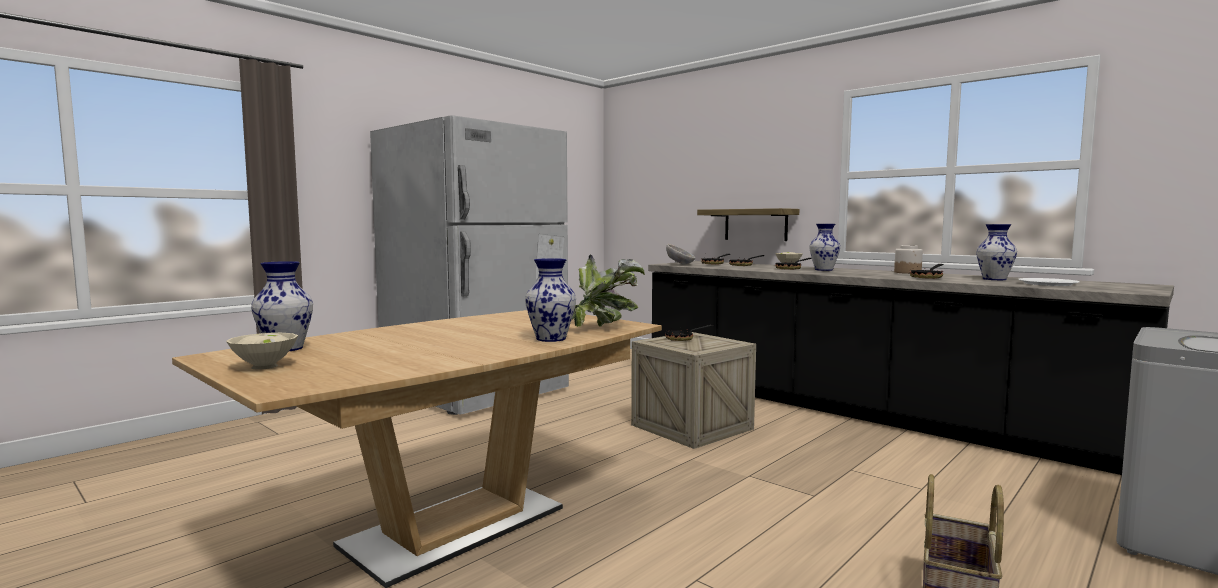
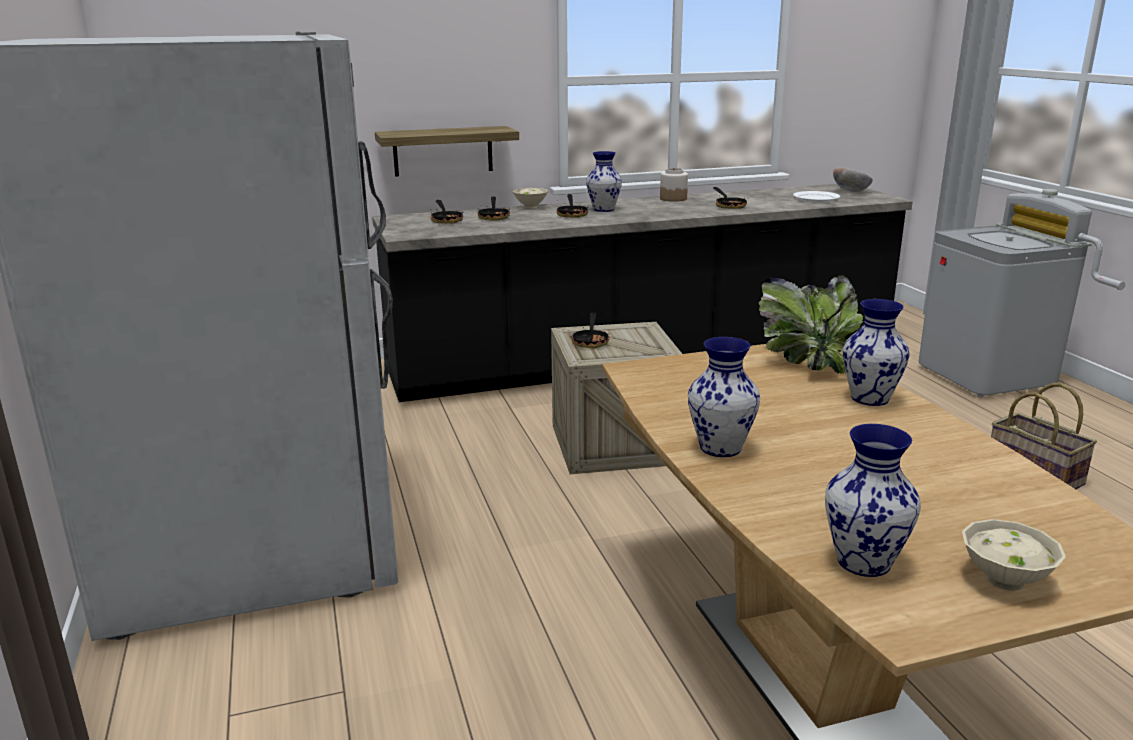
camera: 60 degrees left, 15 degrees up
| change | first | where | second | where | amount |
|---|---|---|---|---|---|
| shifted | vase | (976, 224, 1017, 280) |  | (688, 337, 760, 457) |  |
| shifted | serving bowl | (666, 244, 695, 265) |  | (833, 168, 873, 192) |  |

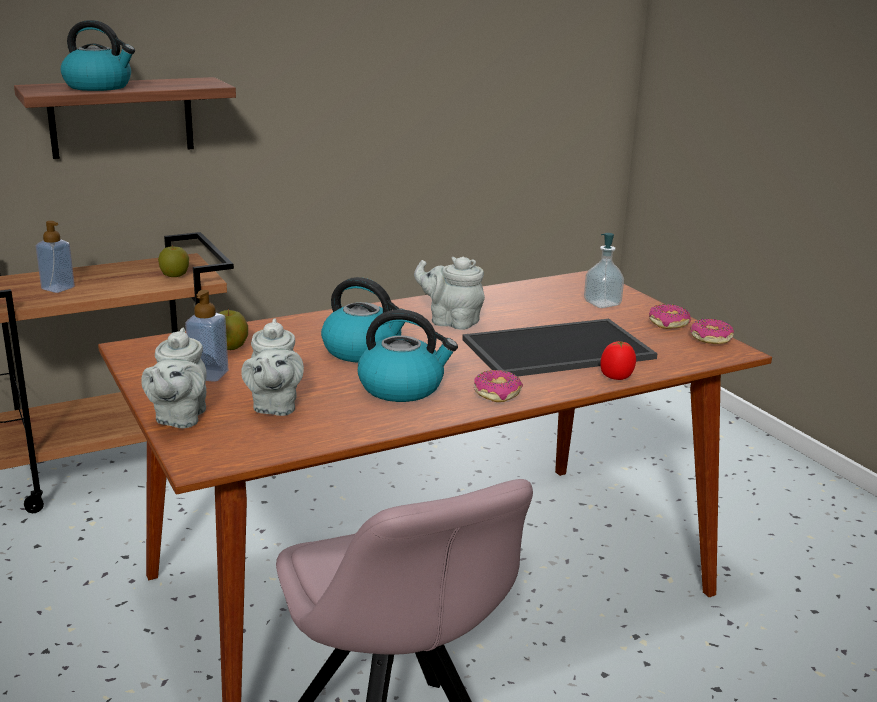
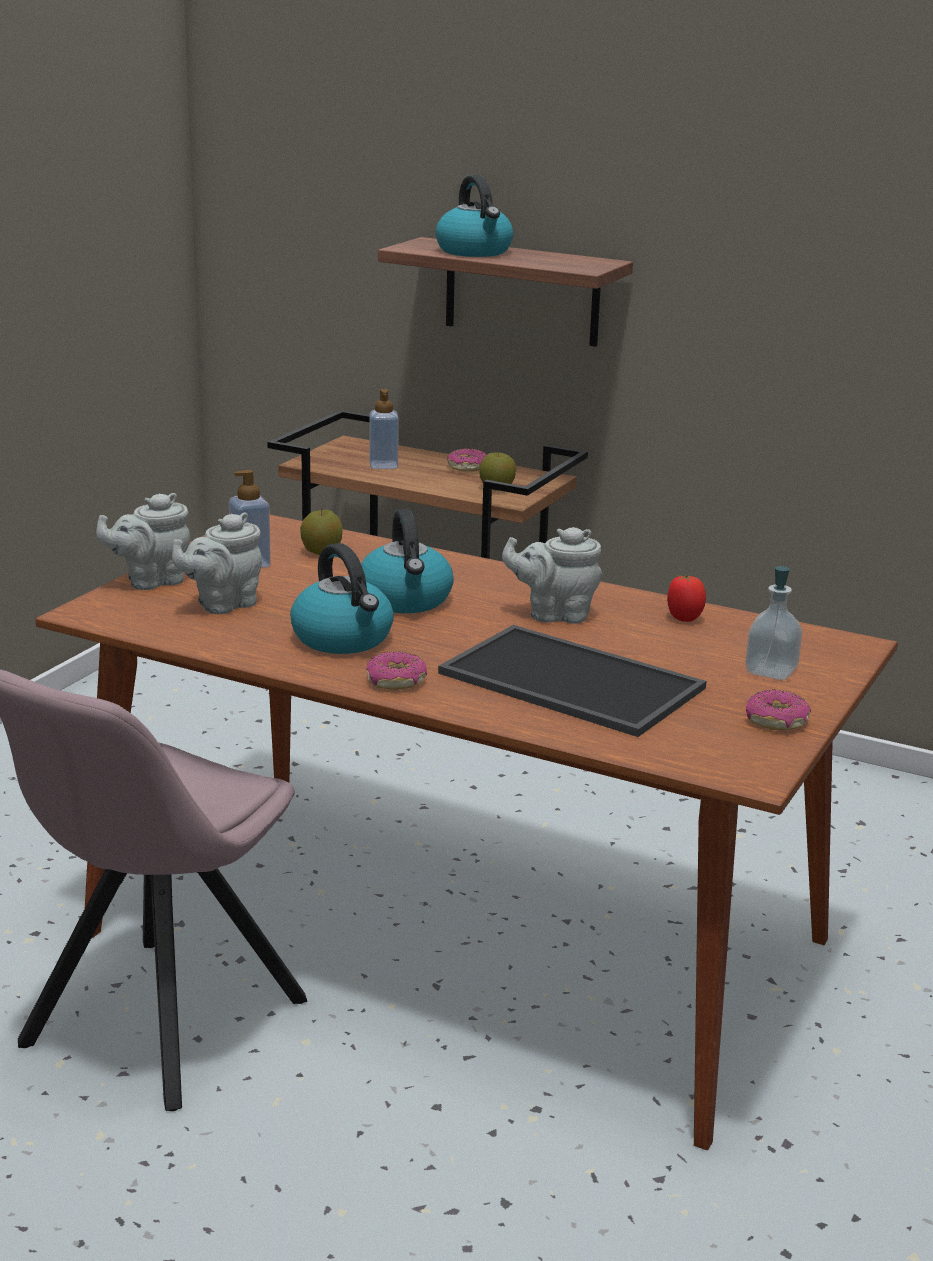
camera: 55 degrees right, 0 degrees up
| change | first | where | second | where | amount |
|---|---|---|---|---|---|
| rotated | gray pot for tea | (414, 257, 485, 330) |  | (502, 527, 602, 624) | 75 degrees counterclockwise |
| shifted | doughnut | (690, 319, 734, 344) |  | (446, 448, 487, 472) |  |
| shifted | whole tomato | (600, 341, 636, 380) |  | (667, 575, 706, 622) |  |

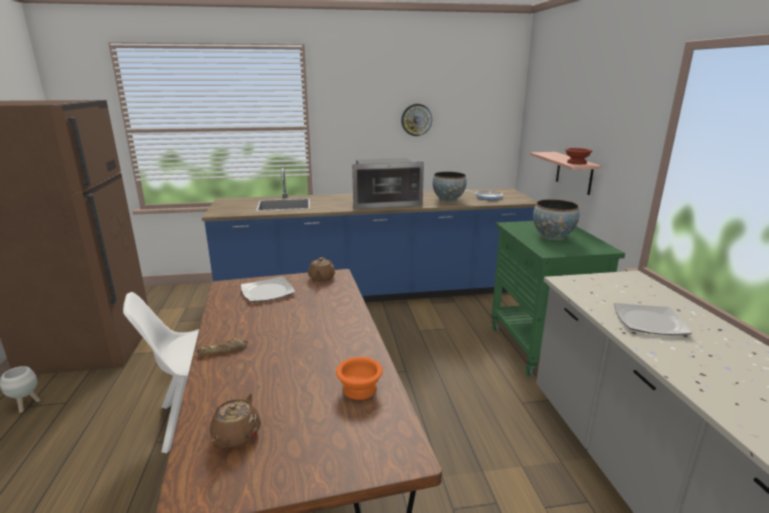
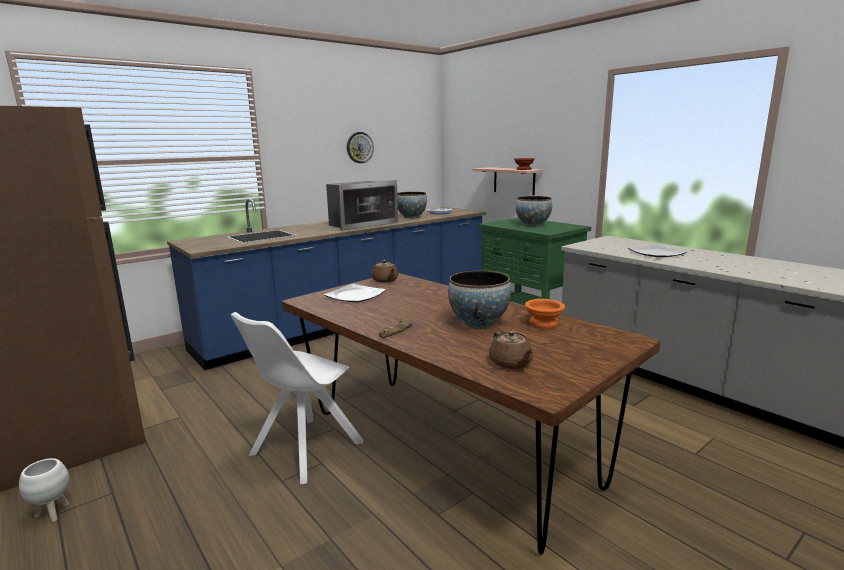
camera: 30 degrees left, 5 degrees down
| change | first | where | second | where | amount |
|---|---|---|---|---|---|
| new |  |  | serving bowl | (448, 271, 511, 329) |  |

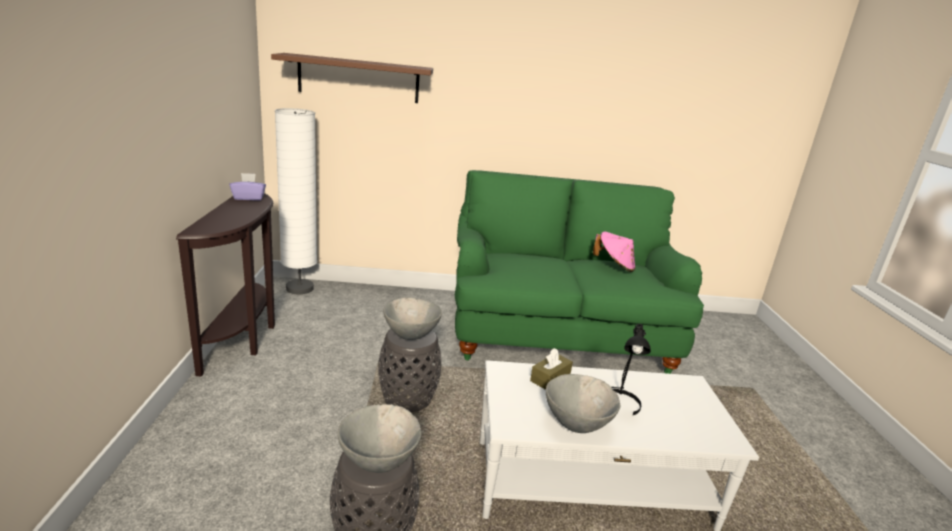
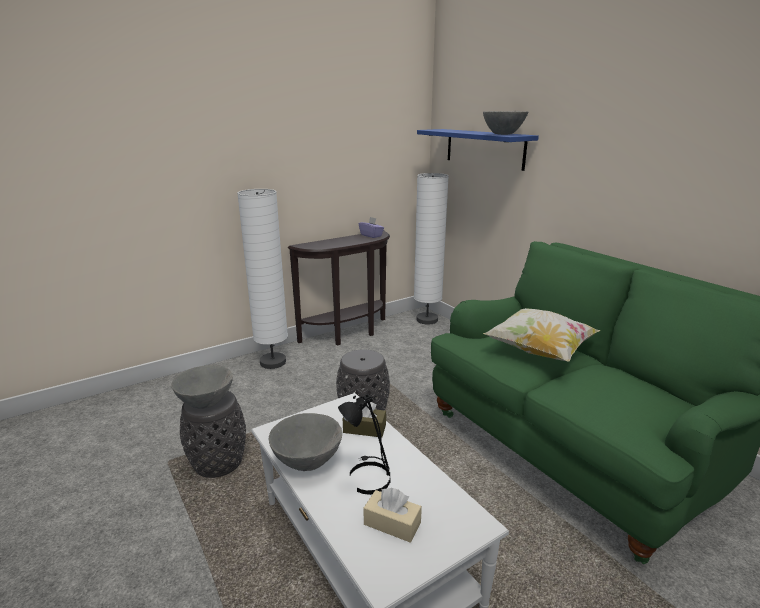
camera: 60 degrees right, 0 degrees up
| change | first | where | second | where | amount |
|---|---|---|---|---|---|
| repainted | brown-coloured wall shelf | (271, 53, 433, 103) | blue wall shelf | (417, 129, 539, 171) |  |
| gone | pink-coloured clothing hat | (593, 231, 635, 272) |  |  |  |
| shifted | gray serving bowl | (383, 297, 442, 340) |  | (483, 111, 529, 135) |  |
| new |  |  | white floor lamp | (237, 189, 288, 369) |  |
| new |  |  | pillow | (483, 308, 600, 361) |  |
| new |  |  | beige-coloured tissue box | (363, 488, 422, 543) |  |

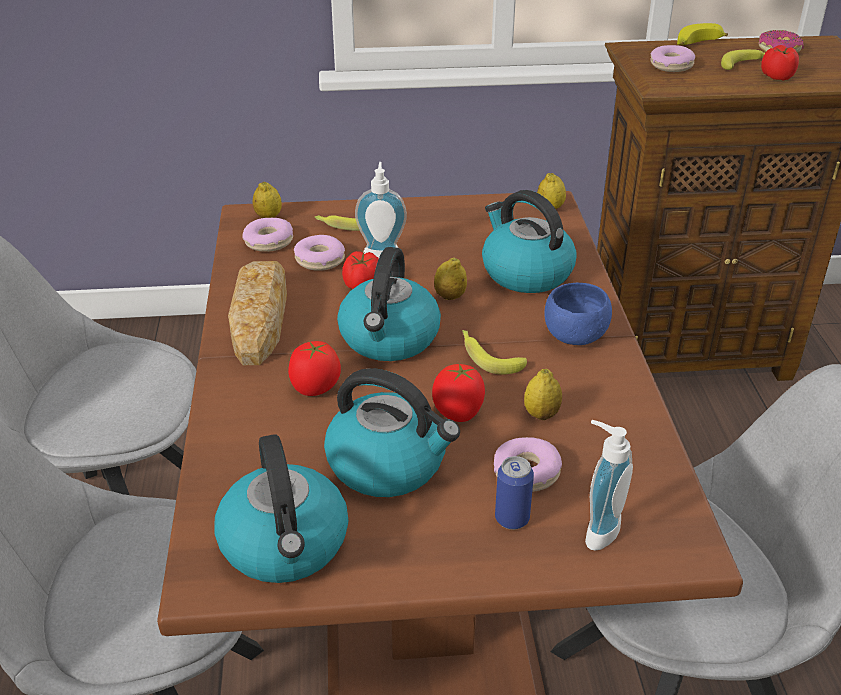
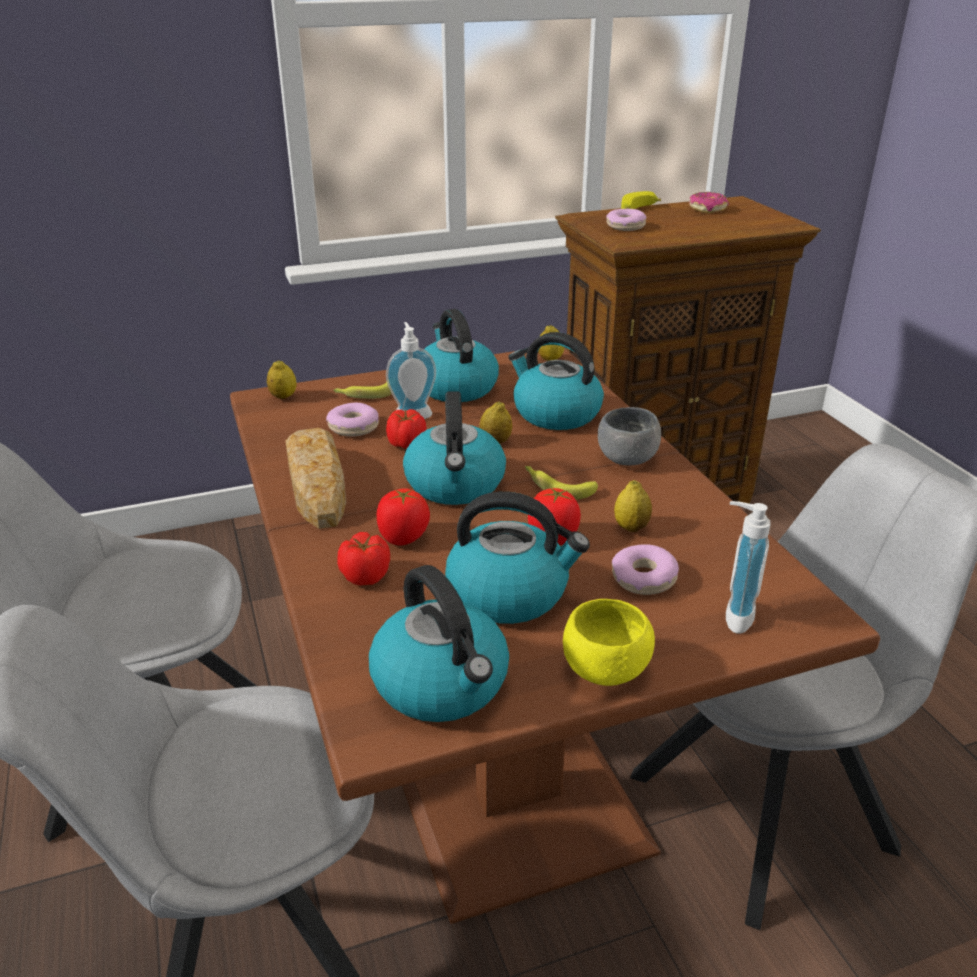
camera: 15 degrees left, 5 degrees down
| change | first | where | second | where | amount |
|---|---|---|---|---|---|
| shifted | whole tomato | (761, 45, 799, 80) |  | (337, 532, 390, 586) |  |
| gone | whole banana | (721, 49, 765, 70) |  |  |  |
| gone | doughnut | (242, 218, 293, 252) |  |  |  |
| repainted | blue serving bowl | (544, 282, 612, 345) | gray serving bowl | (598, 407, 661, 466) |  |
| gone | sealed can | (495, 456, 534, 530) |  |  |  |
| new |  |  | tea kettle | (424, 309, 499, 402) |  |
| new |  |  | yellowish serving bowl | (563, 599, 655, 686) |  |

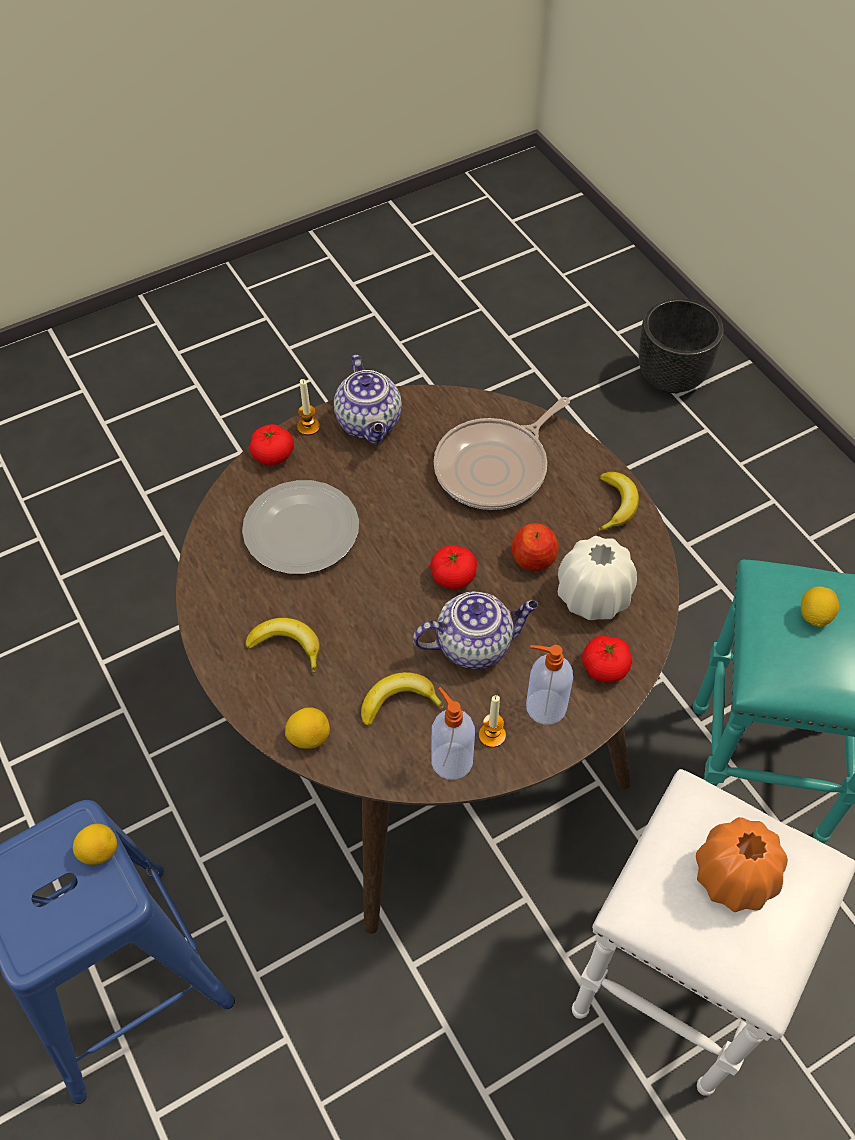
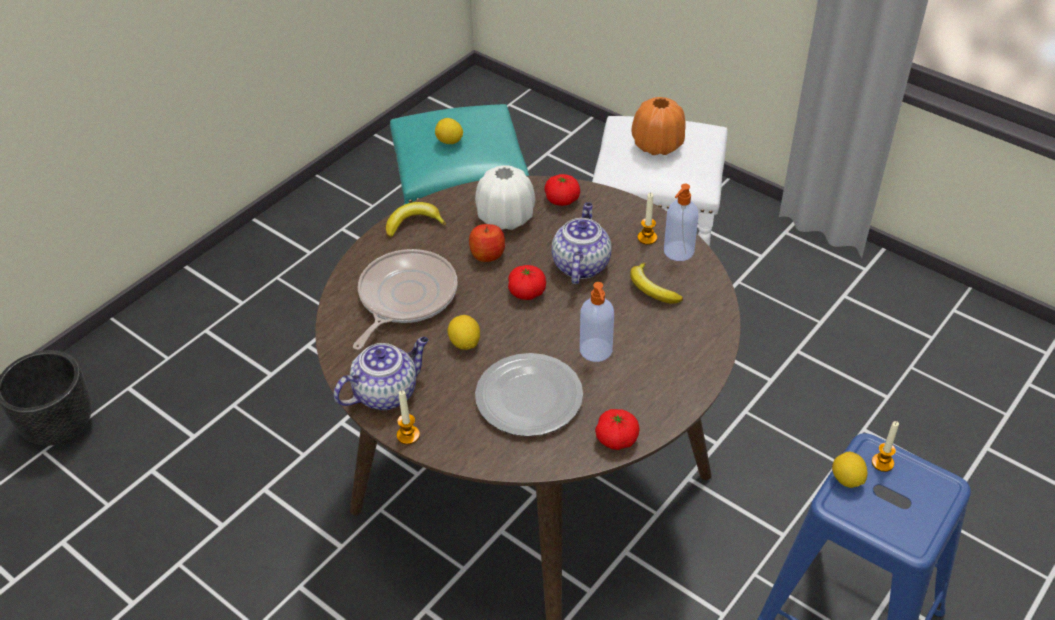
camera: 110 degrees left, 10 degrees down
| change | first | where | second | where | amount |
|---|---|---|---|---|---|
| rotated | frying pan | (434, 397, 570, 510) |  | (353, 249, 457, 350) | 90 degrees counterclockwise |
| shifted | whole tomato | (249, 424, 294, 466) |  | (595, 409, 640, 450) |  |
| rotated | pot for tea | (413, 591, 538, 669) |  | (551, 202, 612, 284) | 45 degrees clockwise |
| gone | whole banana | (245, 618, 320, 673) |  |  |  |
| shifted | soap dispenser | (526, 645, 573, 725) |  | (580, 282, 614, 362) |  |
| shifted | lemon | (285, 707, 330, 749) |  | (448, 315, 480, 350) |  |
| new |  |  | wax light | (872, 421, 899, 472) |  |

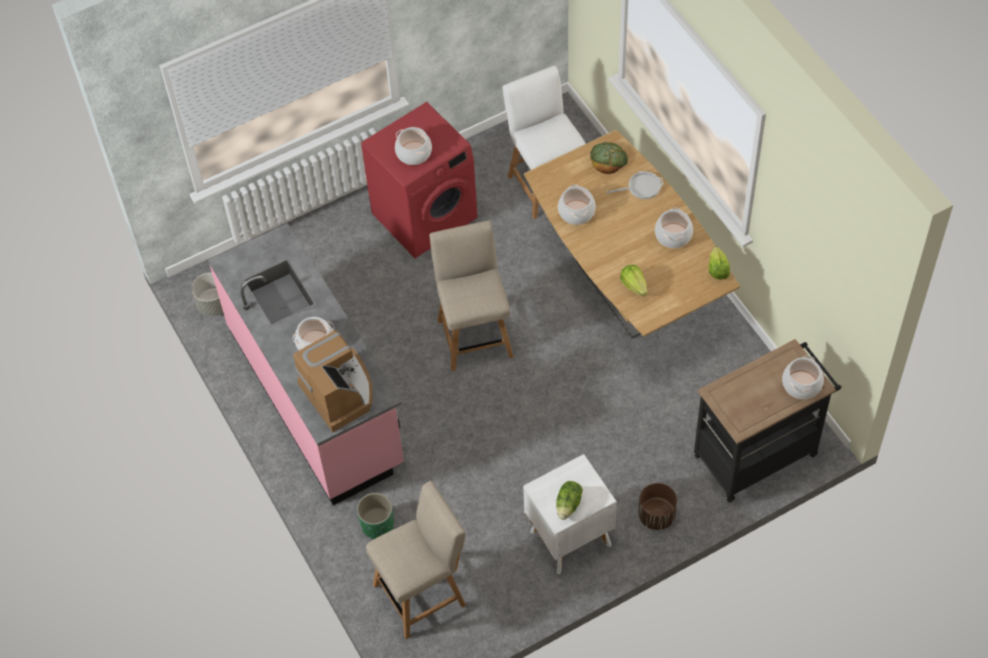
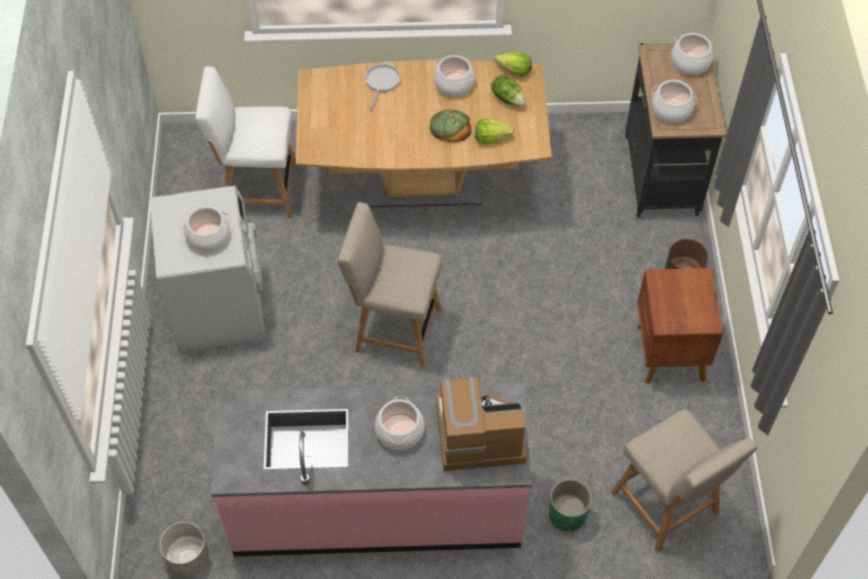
camera: 65 degrees left, 0 degrees up
| change | first | where | second | where | amount |
|---|---|---|---|---|---|
| repainted | red-coloured washing machine | (361, 102, 478, 258) | white washing machine | (150, 186, 266, 352) |  |
| shifted | bakery bread | (590, 142, 628, 174) |  | (430, 110, 471, 142) |  |
| shifted | stockpot | (558, 184, 596, 225) |  | (651, 80, 698, 123) |  |
| repainted | white nightstand | (523, 454, 617, 574) | brown-coloured nightstand | (637, 268, 723, 384) |  |
| rotated | beige-coloured plain chair | (366, 481, 466, 639) |  | (611, 409, 757, 553) | 150 degrees clockwise |
| shifted | lettuce | (556, 481, 583, 520) |  | (491, 75, 526, 107) |  |

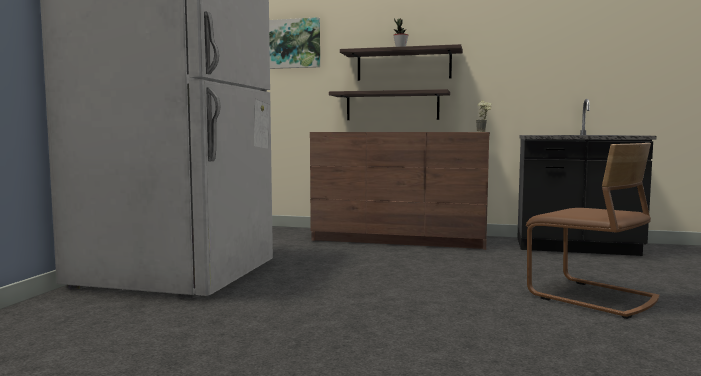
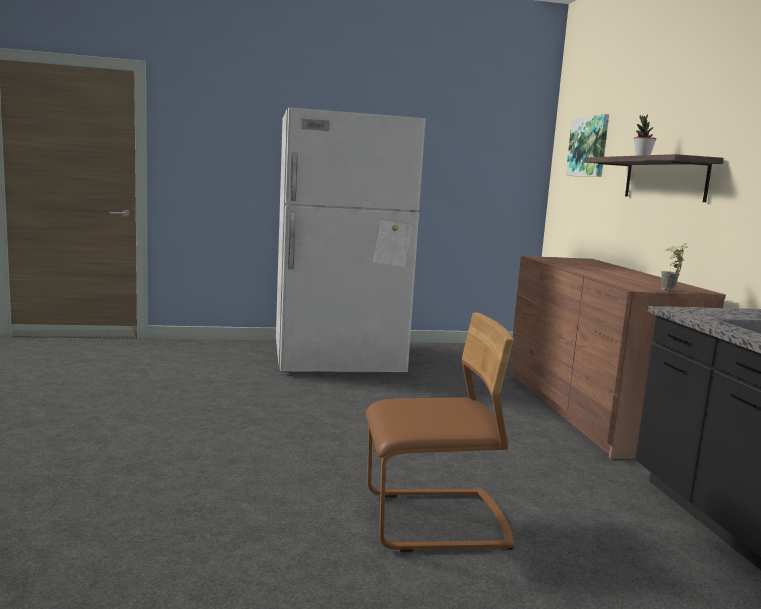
camera: 65 degrees right, 5 degrees up
| change | first | where | second | where | amount |
|---|---|---|---|---|---|
| gone | wall shelf | (329, 89, 450, 120) |  |  |  |
| rotated | brown-coloured plain chair | (526, 143, 659, 319) |  | (366, 313, 514, 552) | 120 degrees counterclockwise |

